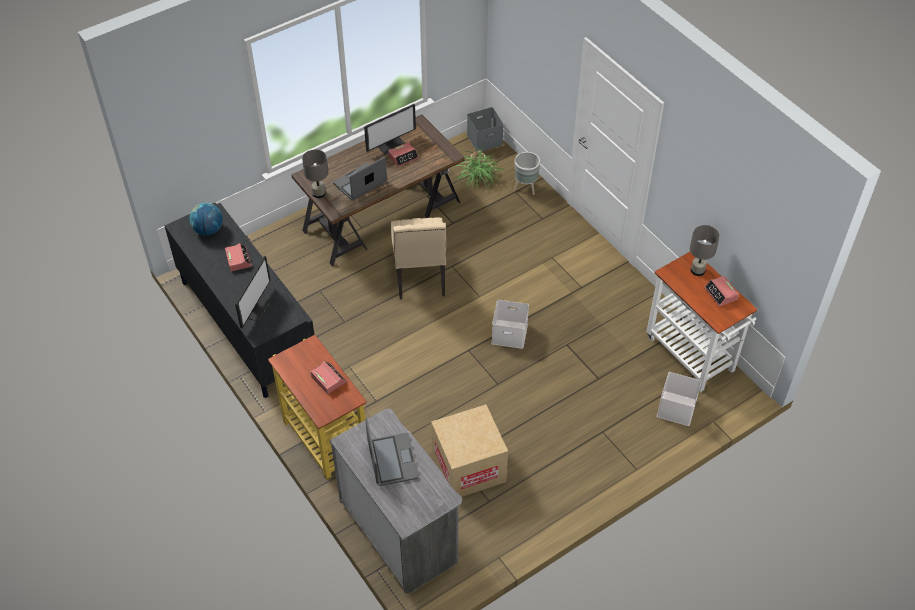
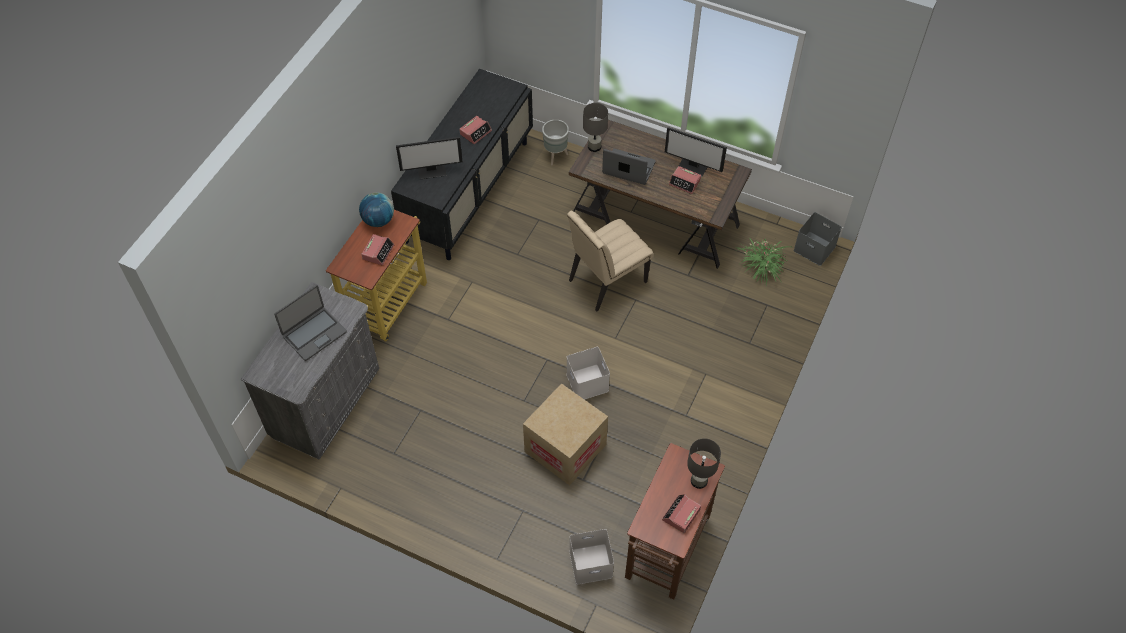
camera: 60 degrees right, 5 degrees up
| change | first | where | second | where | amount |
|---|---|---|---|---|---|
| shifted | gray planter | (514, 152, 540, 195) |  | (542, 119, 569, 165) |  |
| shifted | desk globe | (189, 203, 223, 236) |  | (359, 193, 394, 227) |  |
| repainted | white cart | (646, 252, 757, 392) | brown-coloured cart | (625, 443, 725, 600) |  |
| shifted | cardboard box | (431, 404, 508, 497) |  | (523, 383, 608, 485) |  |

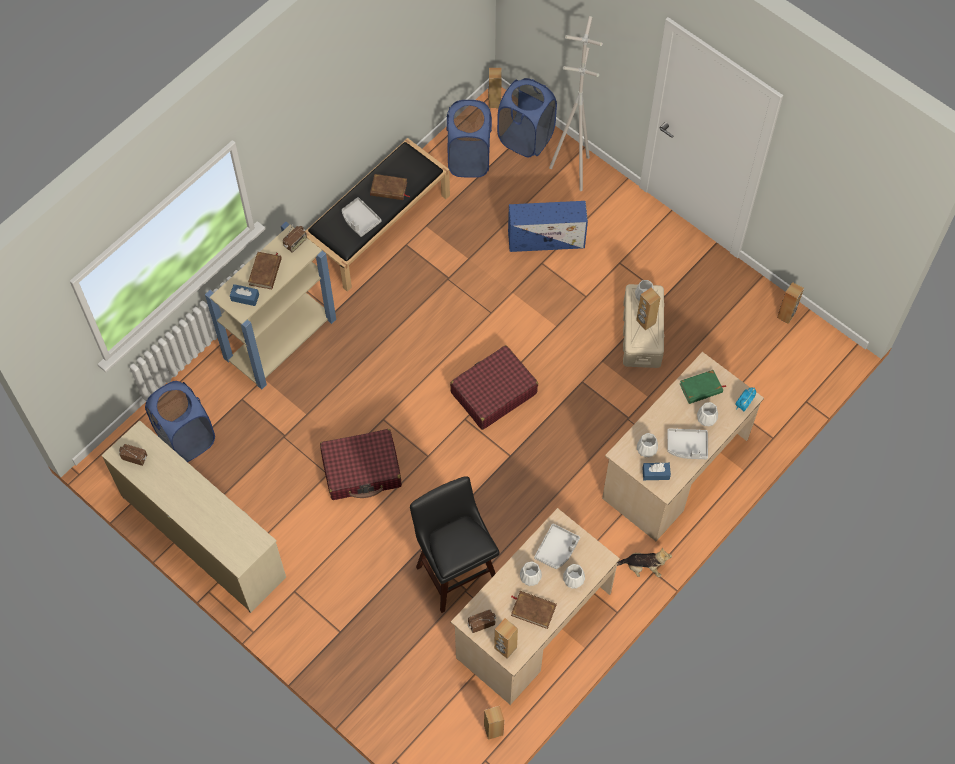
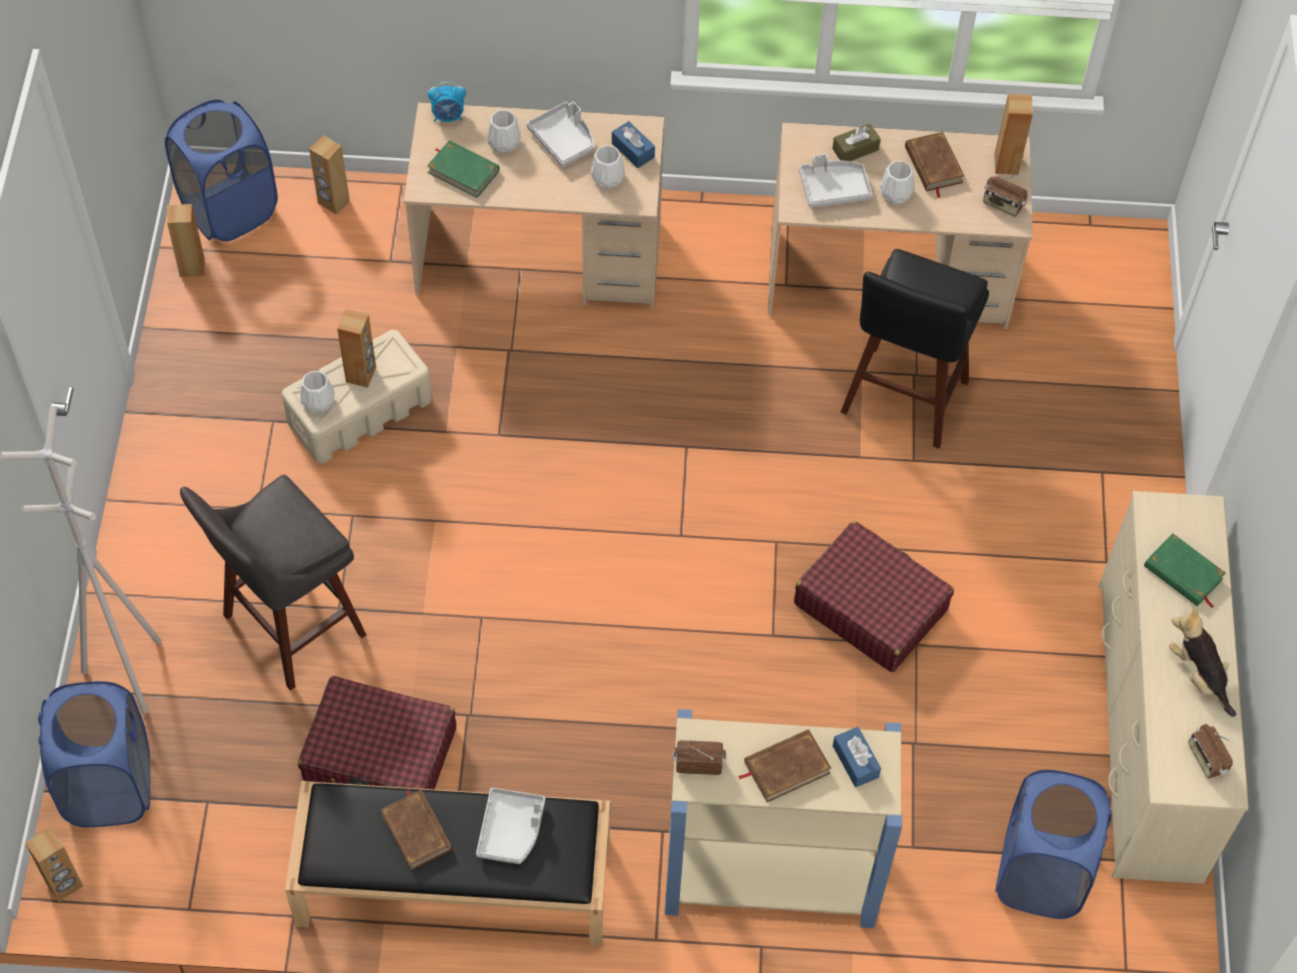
camera: 130 degrees left, 5 degrees down
| change | first | where | second | where | amount |
|---|---|---|---|---|---|
| shifted | blue hamper | (446, 100, 492, 178) |  | (165, 100, 278, 242) |  |
| swapped | blue storage bin | (508, 201, 588, 252) | gray sitting stool | (180, 475, 366, 691) |  |
| shifted | red-coloured piece of luggage | (450, 345, 538, 430) |  | (298, 676, 456, 790) |  |
| shifted | cuddly toy | (617, 547, 672, 577) |  | (1169, 606, 1236, 717) |  |
| swapped | white vase | (563, 564, 585, 589) | brown-coloured tissue box | (832, 124, 881, 161) |  |
| shifted | brown-coloured audio speaker | (484, 706, 504, 740) |  | (309, 135, 350, 214) |  |
| new |  |  | green bound book | (1144, 533, 1226, 608) |  |

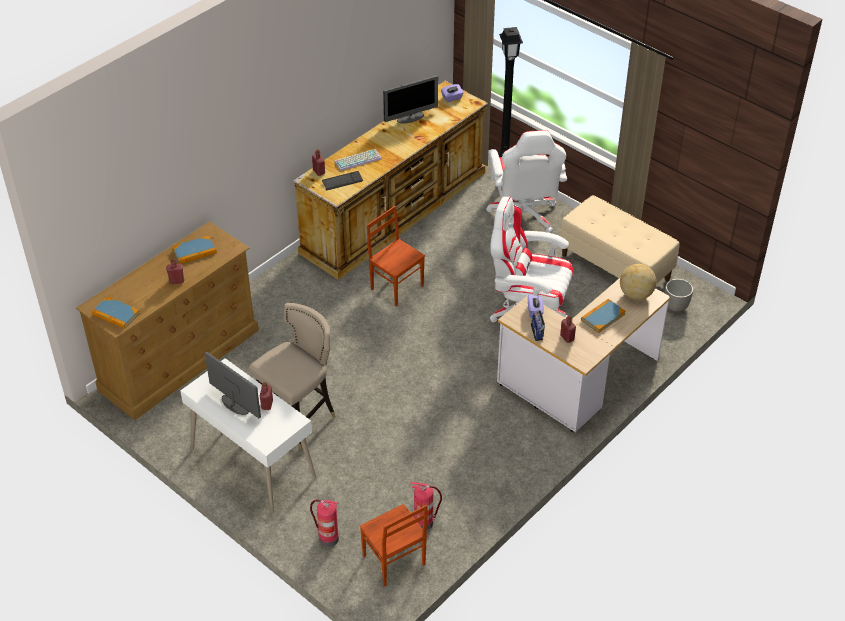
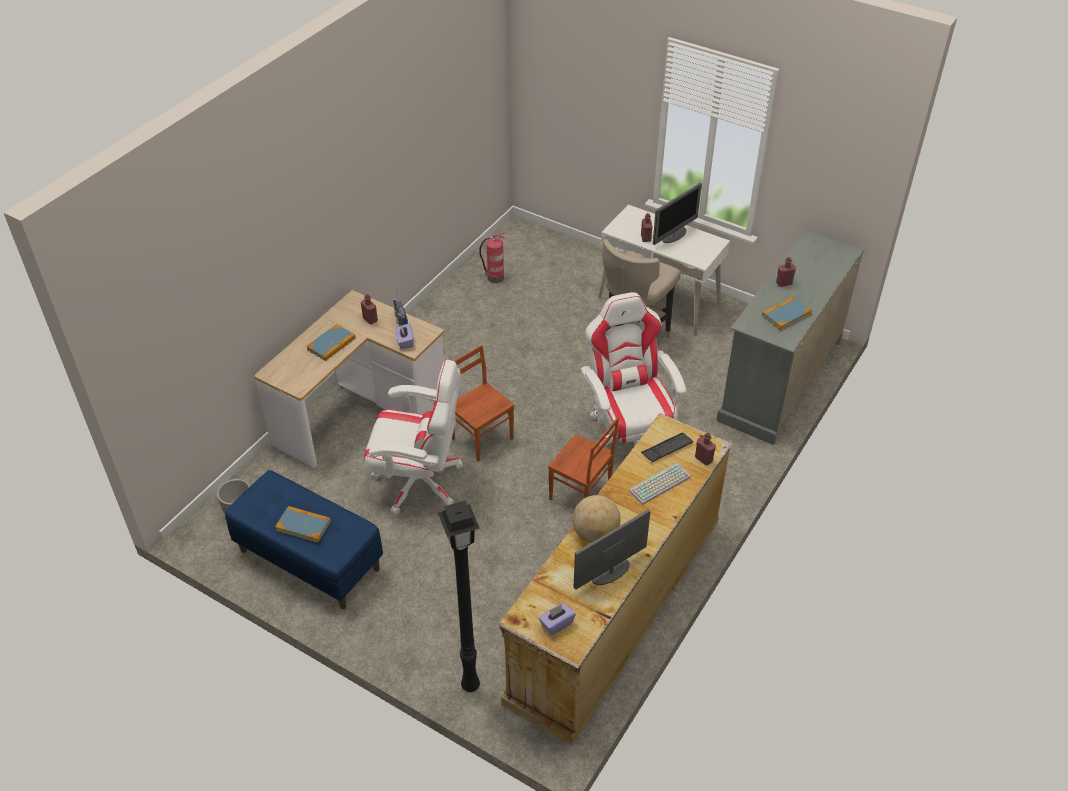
camera: 170 degrees right, 0 degrees up
| change | first | where | second | where | amount |
|---|---|---|---|---|---|
| shifted | white computer chair | (486, 130, 567, 233) |  | (581, 292, 686, 447) |  |
| repainted | beige-coloured indoor bench | (560, 195, 679, 284) | blue indoor bench | (225, 470, 383, 609) |  |
| repainted | brown-coloured dresser | (76, 221, 259, 420) | gray dresser | (716, 230, 864, 445) |  |
| shifted | desk globe | (620, 264, 656, 300) |  | (572, 495, 621, 543) |  |
| shifted | bound book | (92, 296, 140, 329) |  | (275, 506, 331, 543) |  |
| rotated | computer screen | (205, 351, 261, 418) |  | (653, 183, 702, 245) | 75 degrees counterclockwise |
| gone | extinguisher | (310, 500, 339, 547) |  |  |  |
| shifted | brown-coloured plain chair | (360, 504, 428, 586) |  | (452, 345, 515, 461) |  |

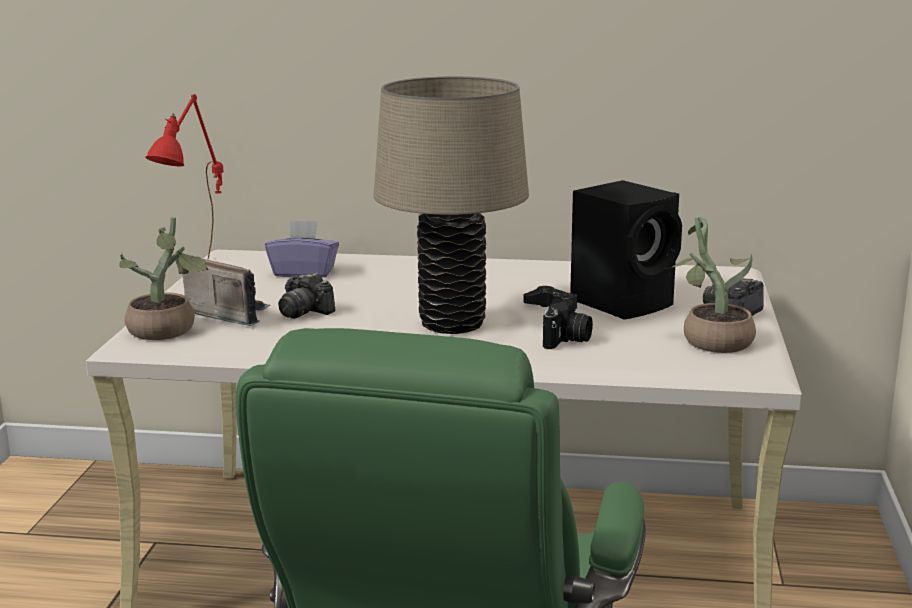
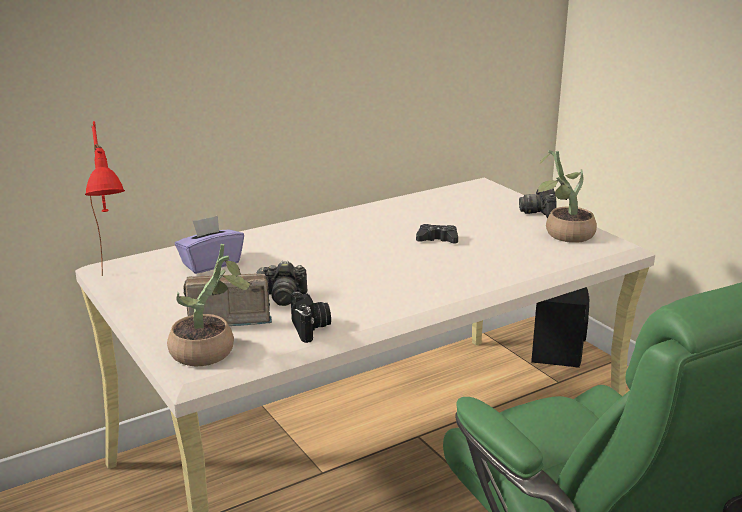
camera: 40 degrees left, 5 degrees up
| change | first | where | second | where | amount |
|---|---|---|---|---|---|
| gone | beige-coloured lamp for a table | (374, 76, 529, 334) |  |  |  |
| shifted | black audio speaker | (570, 180, 682, 320) |  | (531, 287, 589, 368) |  |
| shifted | still camera | (543, 297, 593, 349) |  | (291, 291, 331, 343) |  |

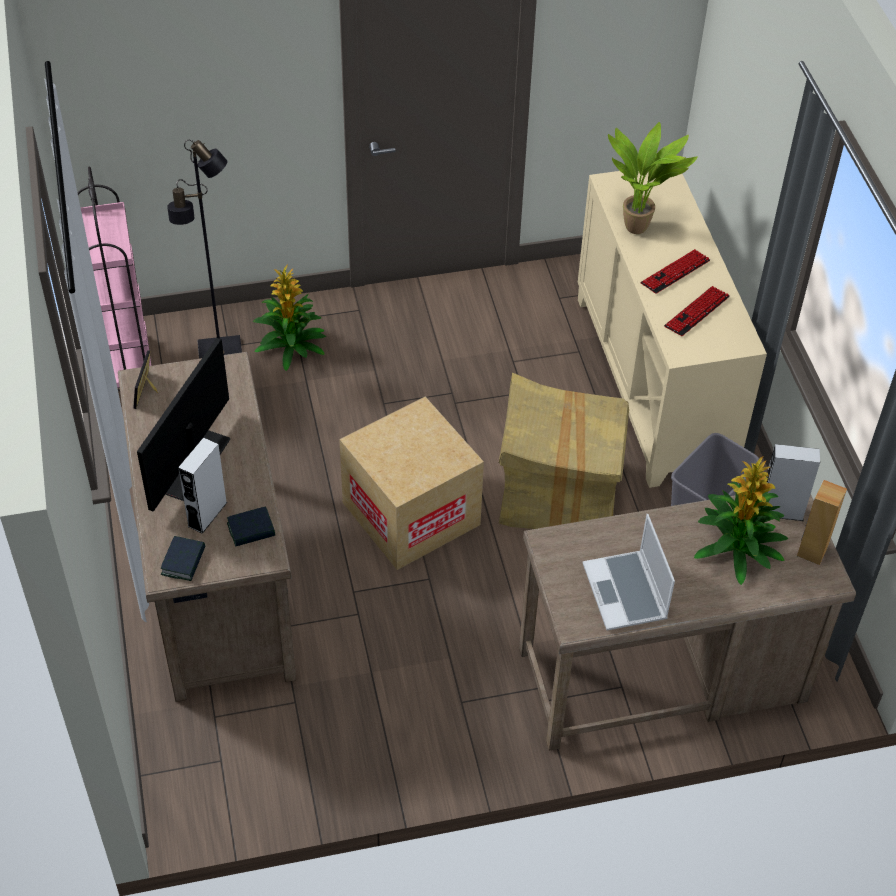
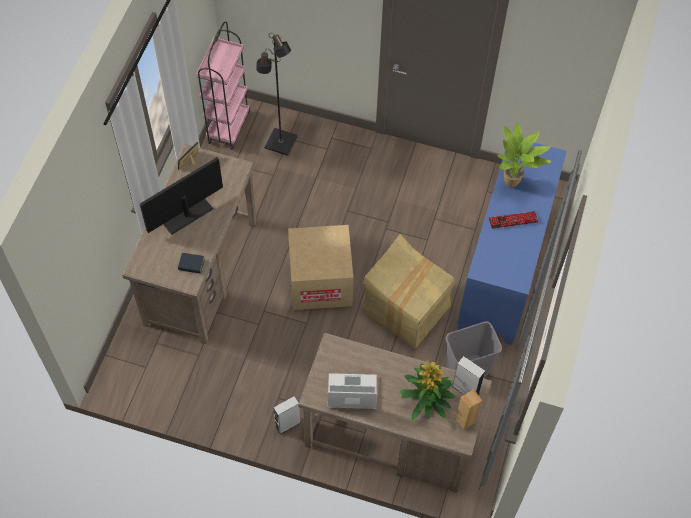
camera: 30 degrees right, 10 degrees up
| change | first | where | second | where | amount |
|---|---|---|---|---|---|
| repainted | beige-coloured cupboard | (578, 171, 767, 488) | blue cupboard | (457, 143, 567, 345) |  |
| gone | potted plant | (253, 265, 326, 371) |  |  |  |
| gone | keyboard | (664, 286, 730, 336) |  |  |  |
| shifted | gray audio speaker | (178, 437, 228, 534) |  | (273, 396, 301, 434) |  |
| rotated | laptop | (583, 514, 675, 630) |  | (328, 373, 377, 409) | 75 degrees clockwise |
| gone | bound book | (161, 536, 205, 581) |  |  |  |

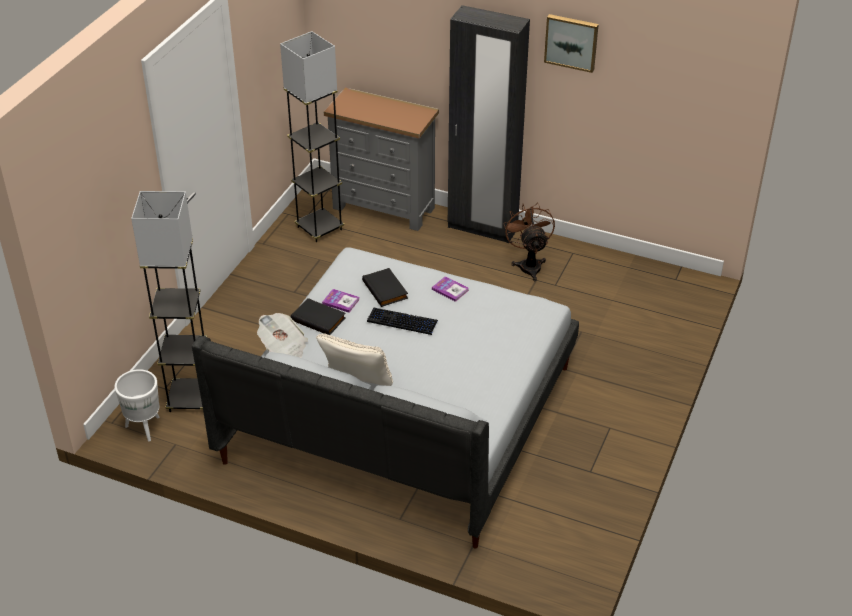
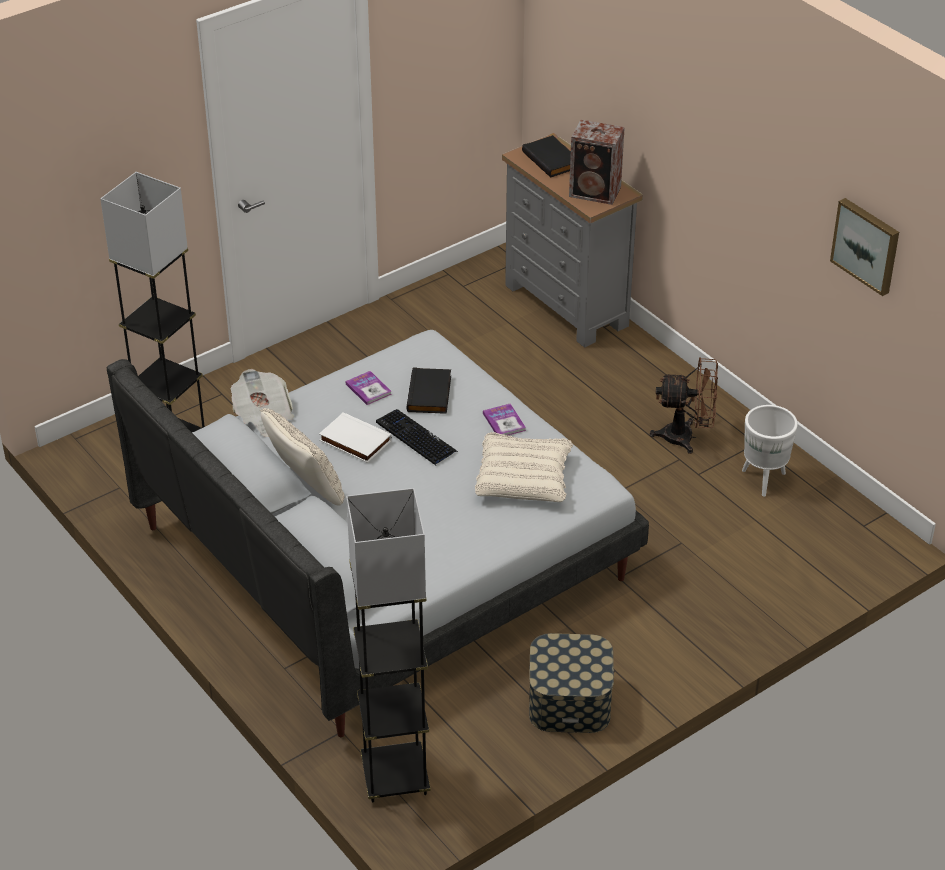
camera: 30 degrees right, 0 degrees up
| change | first | where | second | where | amount |
|---|---|---|---|---|---|
| gone | black wardrobe | (448, 5, 530, 243) |  |  |  |
| shifted | wall picture | (544, 14, 599, 73) |  | (830, 198, 899, 296) |  |
| shifted | gray floor lamp | (280, 31, 344, 242) |  | (346, 488, 431, 803) |  |
| rotated | brown-coloured electric fan | (504, 202, 555, 281) |  | (650, 357, 718, 454) | 75 degrees clockwise |
| shifted | black bound book | (291, 298, 346, 335) |  | (522, 135, 571, 177) |  |
| shifted | white planter | (114, 369, 159, 441) |  | (742, 405, 798, 497) |  |
| new |  |  | audio speaker | (569, 120, 625, 205) |  |
| new |  |  | white bound book | (319, 412, 392, 463) |  |
| new |  |  | beige-coloured pillow | (475, 432, 573, 502) |  |
| new |  |  | storage bin | (529, 633, 614, 733) |  |

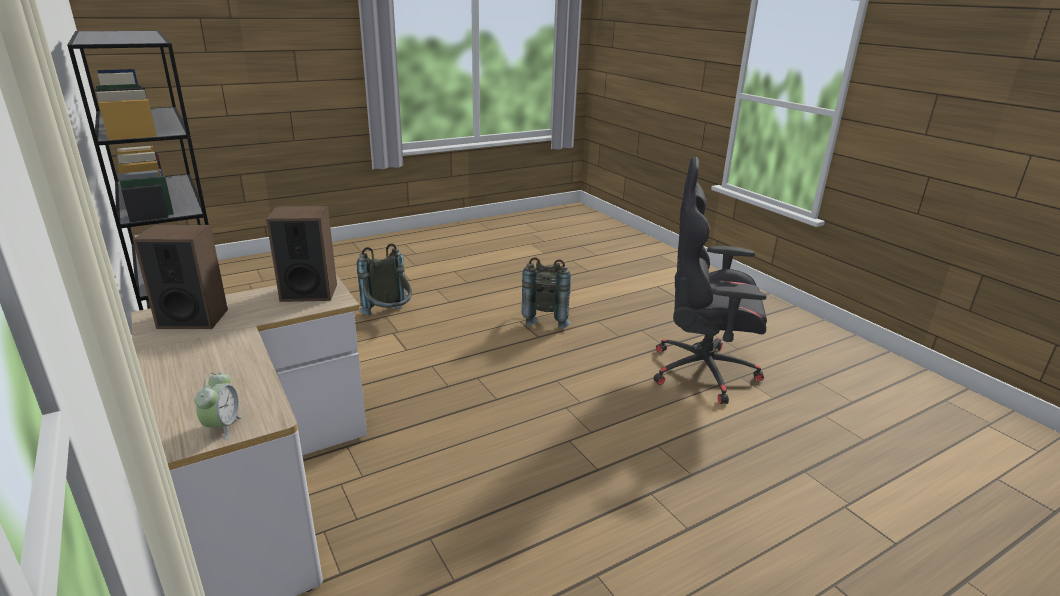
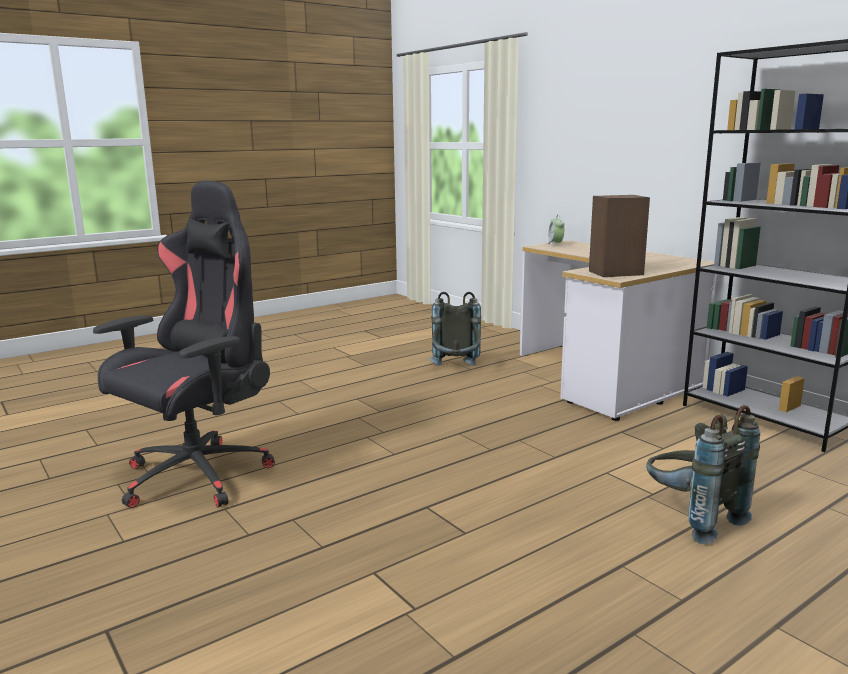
camera: 175 degrees right, 10 degrees down
| change | first | where | second | where | amount |
|---|---|---|---|---|---|
| rotated | black computer chair | (653, 156, 767, 404) |  | (93, 181, 275, 508) | 60 degrees counterclockwise |
| gone | audio speaker | (133, 224, 228, 329) |  |  |  |
| shifted | gray rucksack | (522, 257, 571, 329) |  | (430, 292, 481, 366) |  |

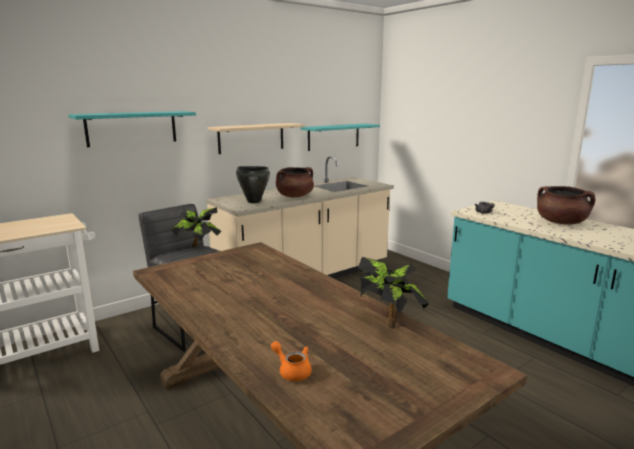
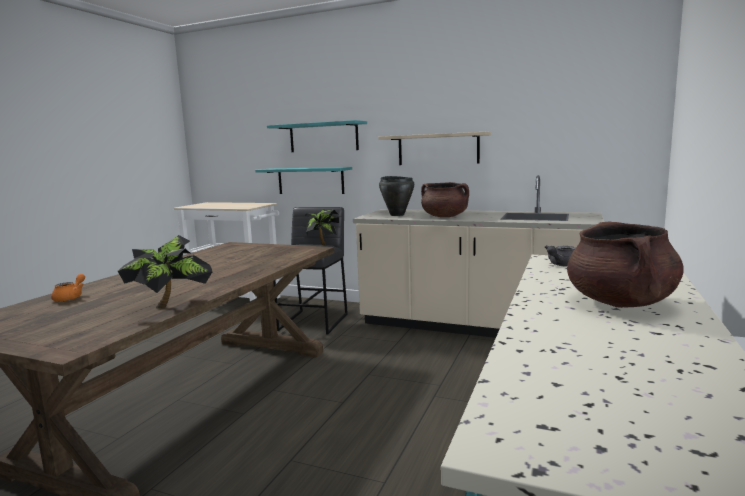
camera: 60 degrees right, 5 degrees down
| change | first | where | second | where | amount |
|---|---|---|---|---|---|
| shifted | blue-green wall shelf | (301, 123, 380, 151) |  | (255, 167, 352, 194) |  |

